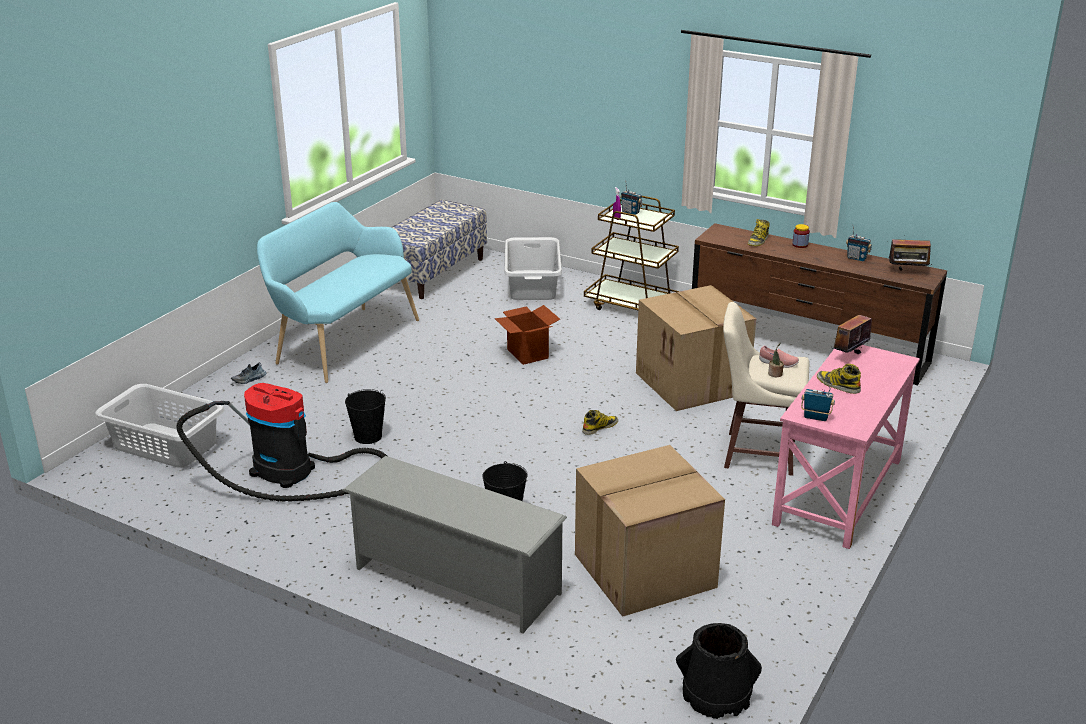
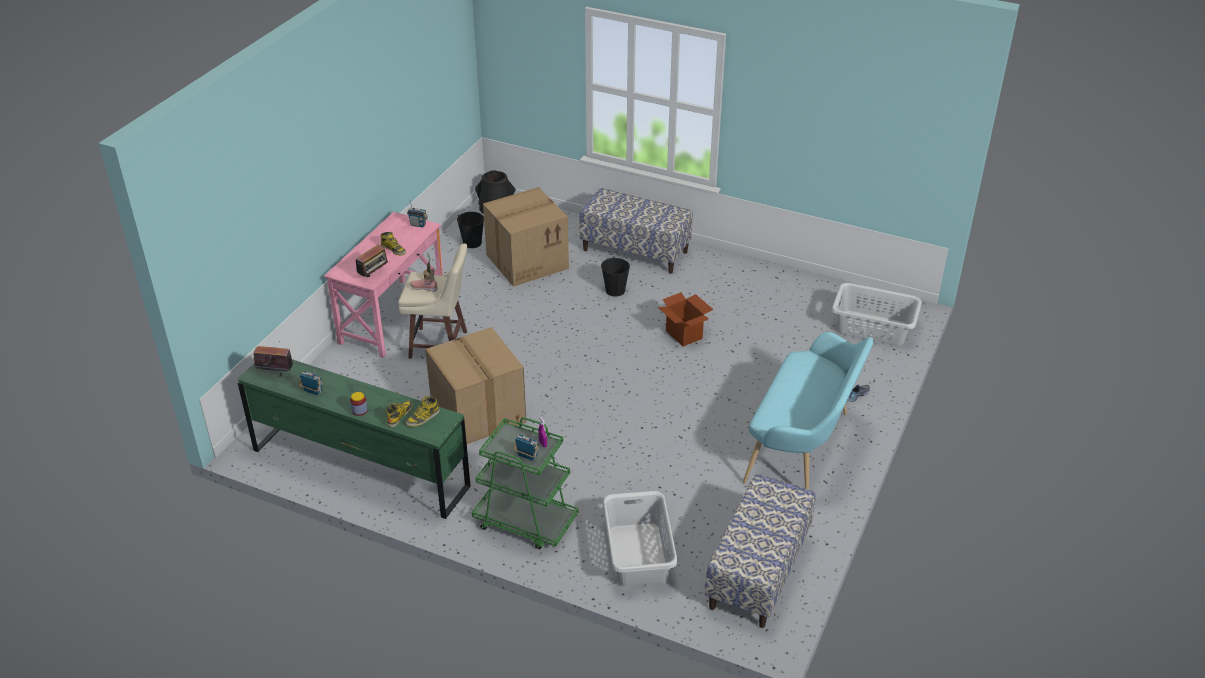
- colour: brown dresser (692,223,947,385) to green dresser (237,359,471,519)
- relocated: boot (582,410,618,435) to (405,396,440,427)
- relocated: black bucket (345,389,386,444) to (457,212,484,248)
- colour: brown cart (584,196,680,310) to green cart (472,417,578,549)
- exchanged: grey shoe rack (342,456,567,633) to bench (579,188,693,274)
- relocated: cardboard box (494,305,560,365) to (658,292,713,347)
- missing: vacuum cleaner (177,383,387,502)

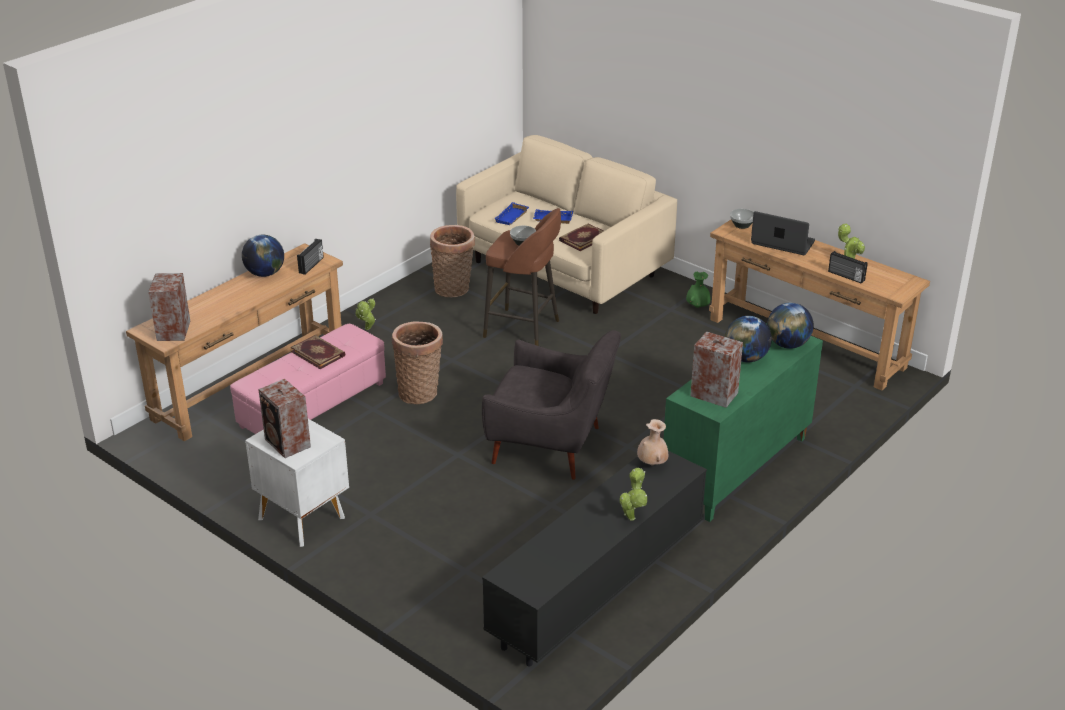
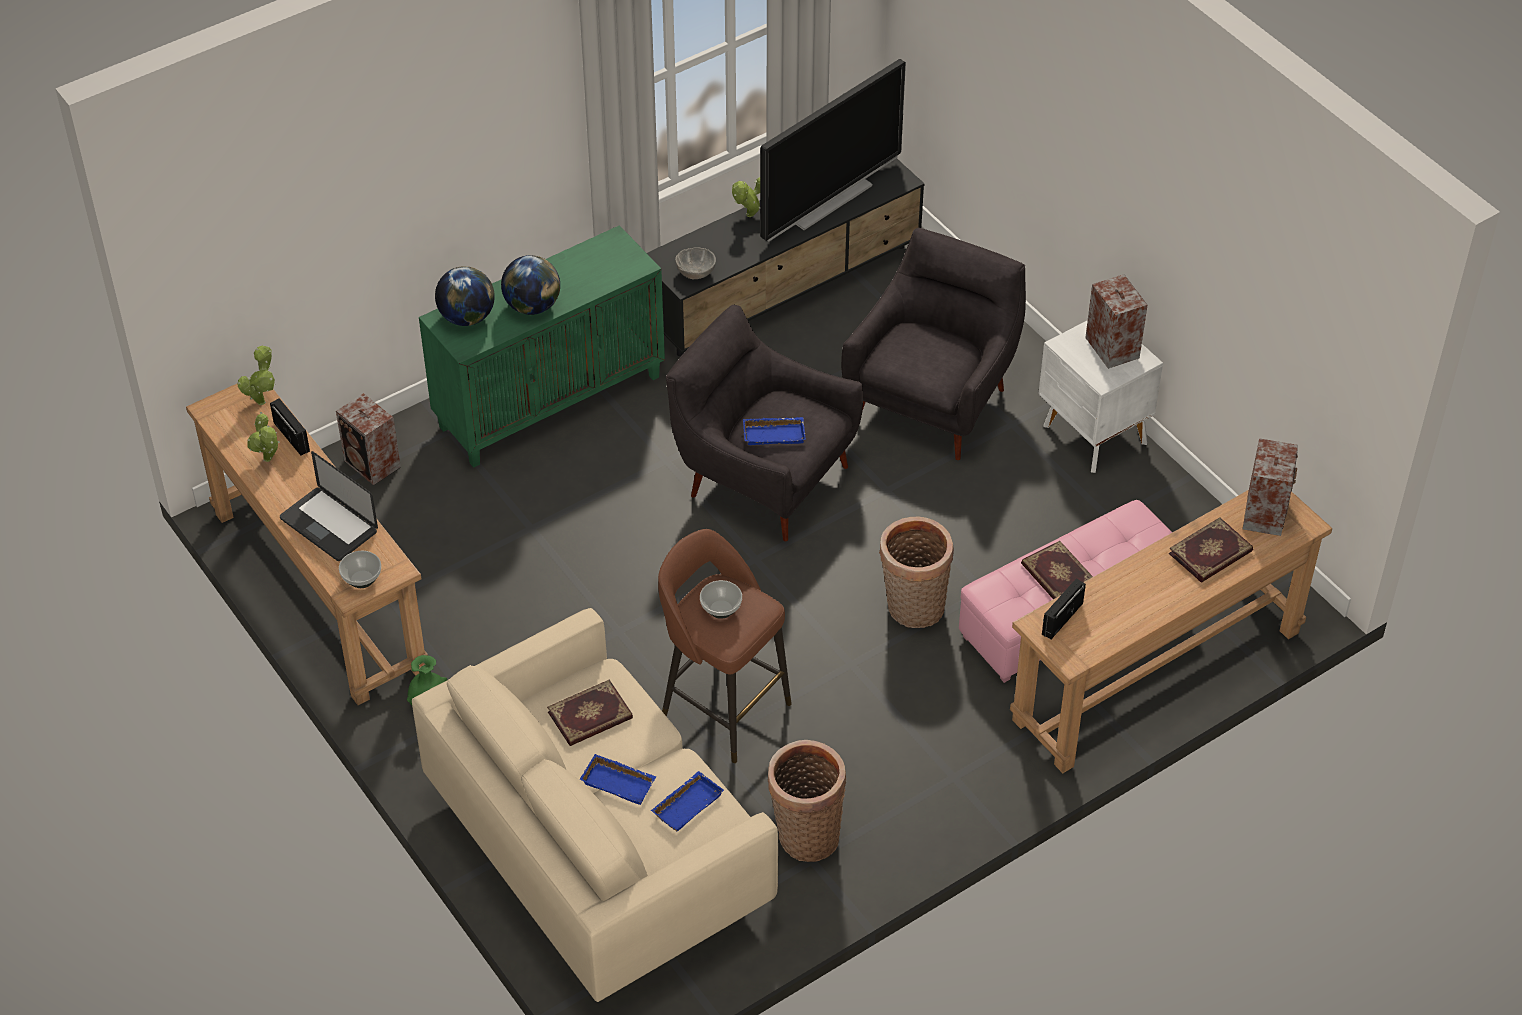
- relocated: potted plant (355,298,376,330) to (237,346,275,405)
- relocated: speaker (690,332,743,408) to (336,393,401,485)
- exchanged: beige vase (637,419,669,465) to grey bowl (675,247,716,279)
- appeared: blue tray (743,417,806,445)
- appeared: television (760,59,906,242)
- appeared: grey armchair (841,228,1026,460)
- appeared: book (1169,517,1253,583)
- missing: globe (242,235,284,277)

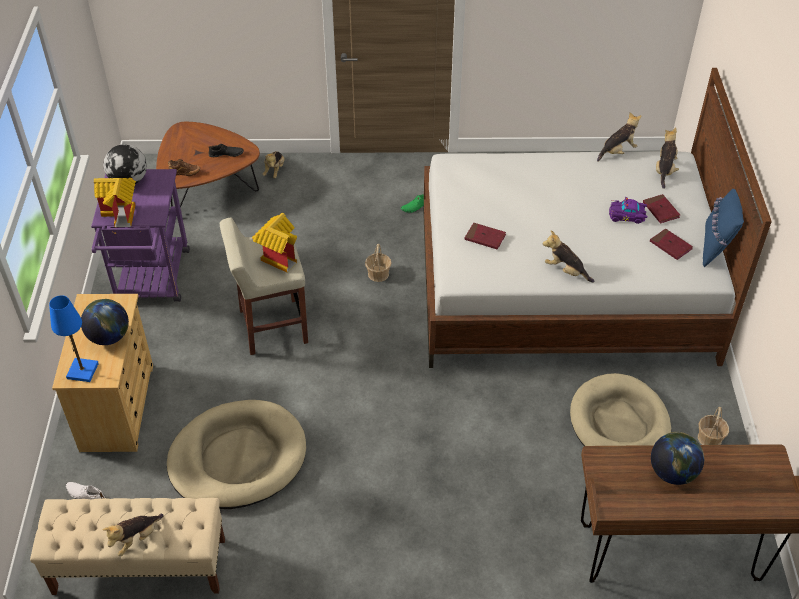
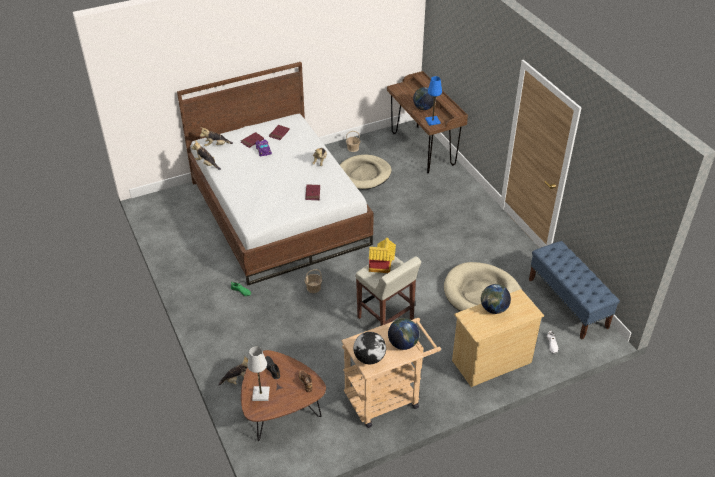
- appeared: white table lamp (248,347,270,401)
- colour: purple cart (91,169,190,302) to beige cart (341,318,441,428)
- exchanged: toy house (94,178,136,227) to globe (388,318,419,350)
- relocated: blue table lamp (49,295,99,382) to (425,76,442,126)
- colour: beige bench (30,498,225,595) to blue bench (529,241,620,340)
- missing: plush toy (103,514,164,556)
- missing: blue pillow (703,189,744,267)

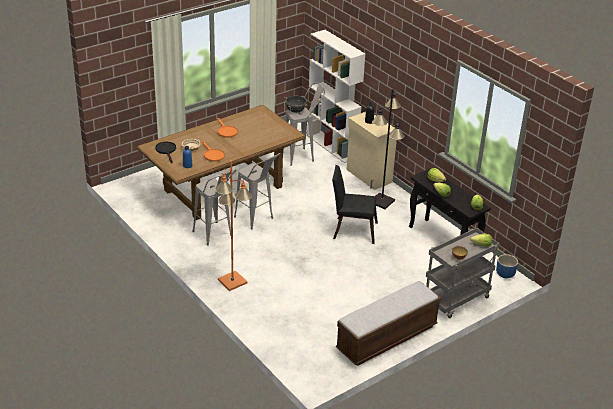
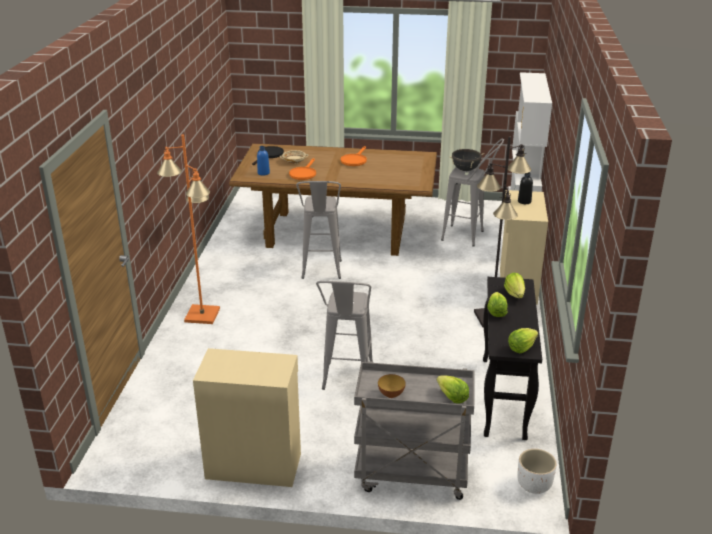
- exchanged: bench (336,281,441,366) to beige cabinet (193,348,301,487)
- relocated: grey stool (192,169,236,245) to (316,281,373,390)
- colour: blue planter (496,254,518,278) to white planter (517,449,557,494)
- missing: black chair (332,165,378,244)

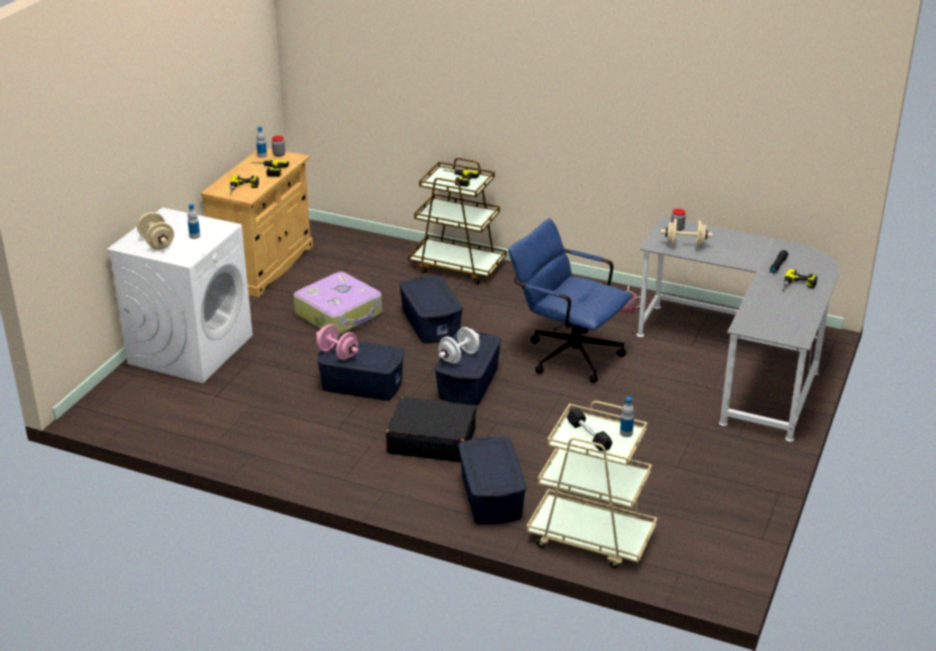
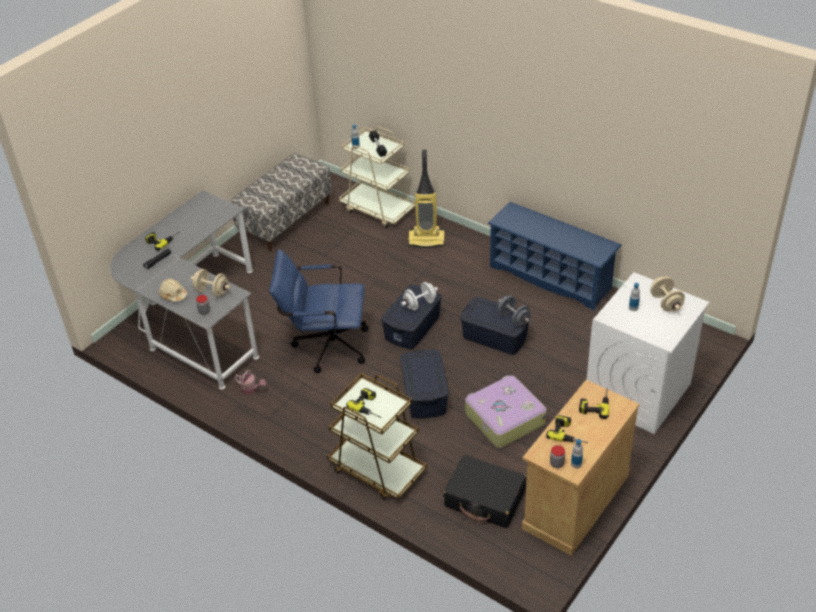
- appeared: beige hard hat (159,279,187,302)
- appeared: bench (230,153,332,251)
- spun: blue office chair (508,218,632,383) = (269,249,368,373) 135 degrees clockwise
- exchanged: blue storage box (458,437,527,524) to vacuum cleaner (408,150,445,248)
- relocated: black suitcase (386,397,476,462) to (443,455,526,528)
- appeared: blue shoe rack (487,202,622,311)
- colour: pink dumbbell (316,324,359,360) to grey dumbbell (498,295,530,326)

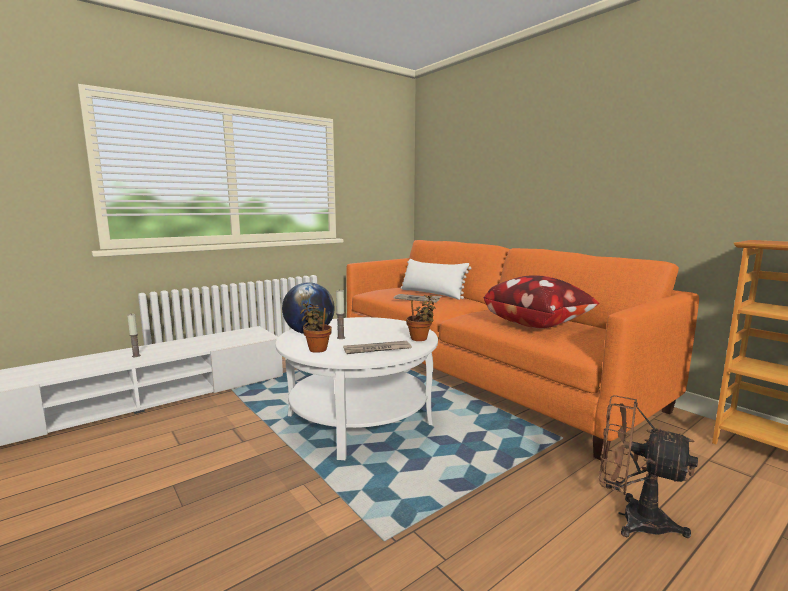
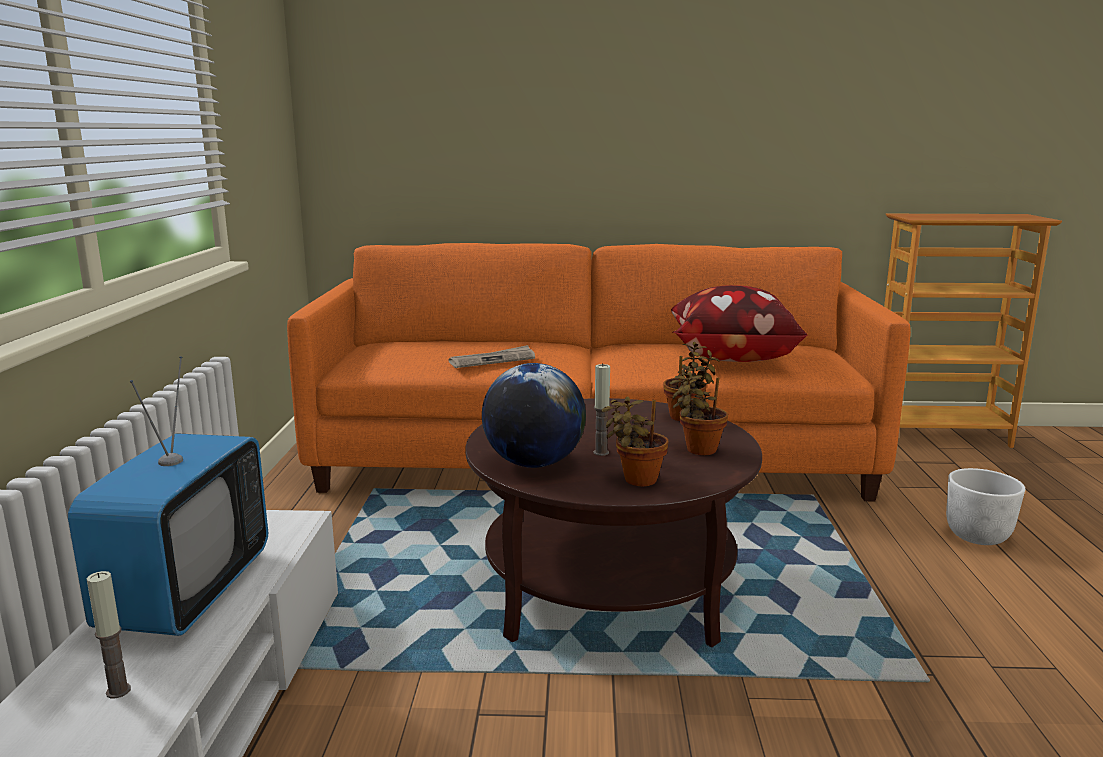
- appeared: television (68,356,268,636)
- colour: white coffee table (275,317,438,460) to brown coffee table (465,398,762,647)
- exchanged: newspaper (343,341,412,354) to potted plant (669,371,728,455)
- exchanged: brown fan (599,395,698,538) to white planter (946,468,1025,545)
- missing: white pillow (401,259,471,300)

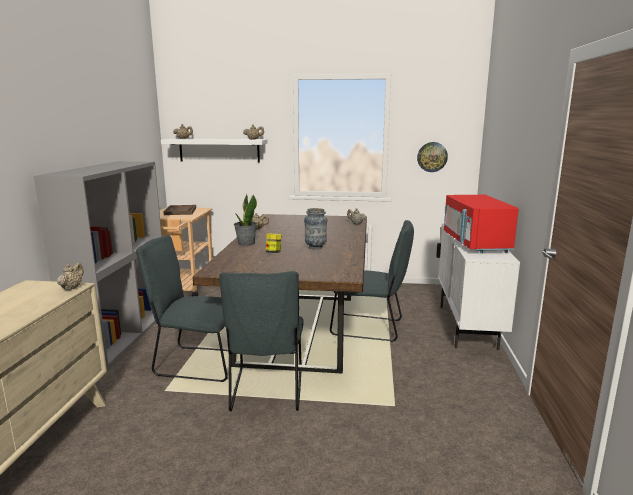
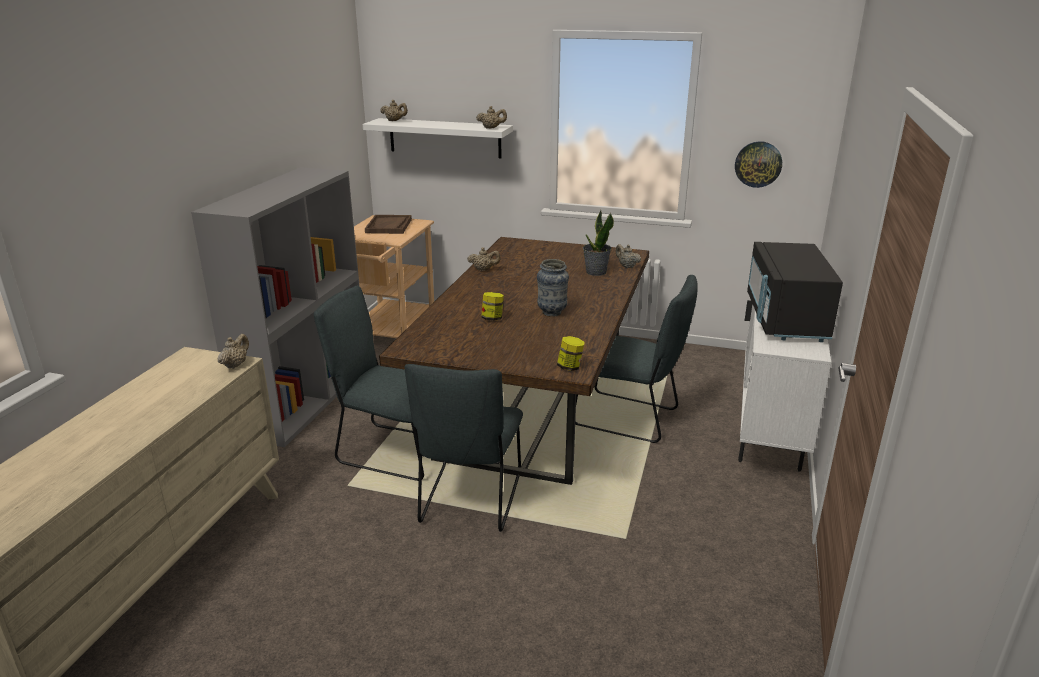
- appeared: jar (557,336,585,371)
- relocated: potted plant (234,194,257,246) to (583,210,614,276)
- colour: red microwave (444,195,519,253) to black microwave (747,242,843,342)

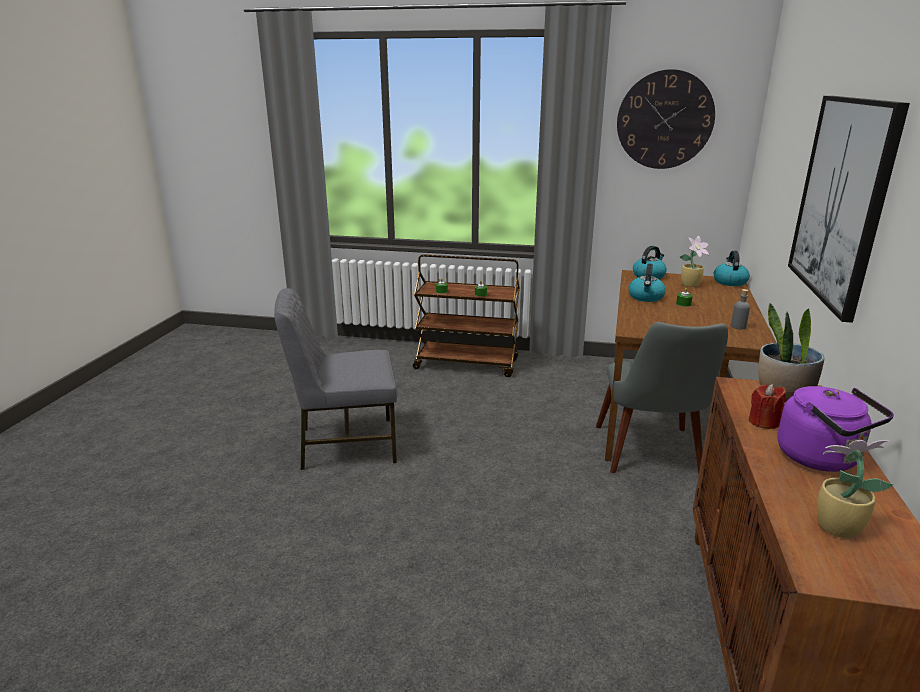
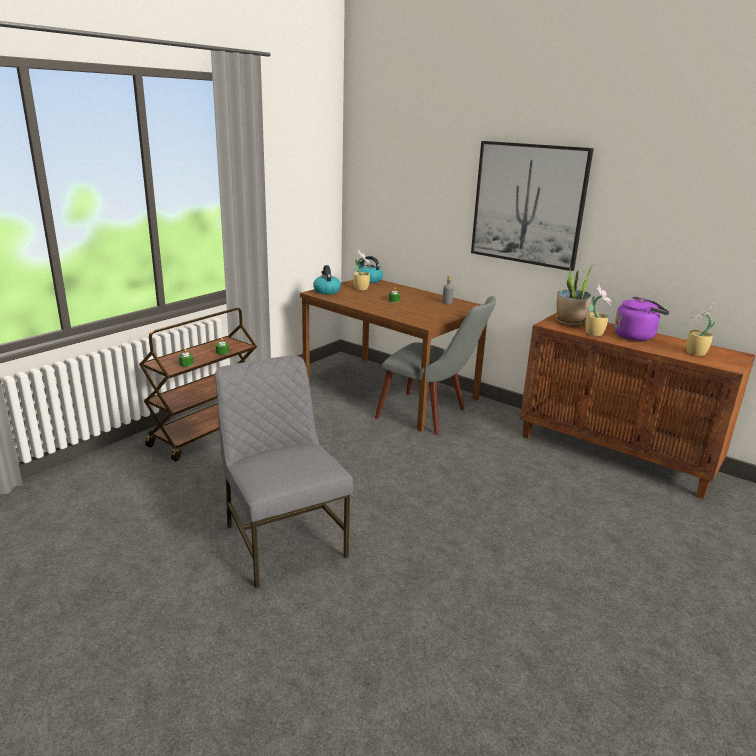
- spun: grey chair (274,288,398,470) = (215,355,353,588) 135 degrees clockwise
- exchanged: red candle (749,384,786,429) to potted plant (585,284,612,336)
- missing: wall clock (617,69,715,169)
- missing: kettle (628,264,666,302)

